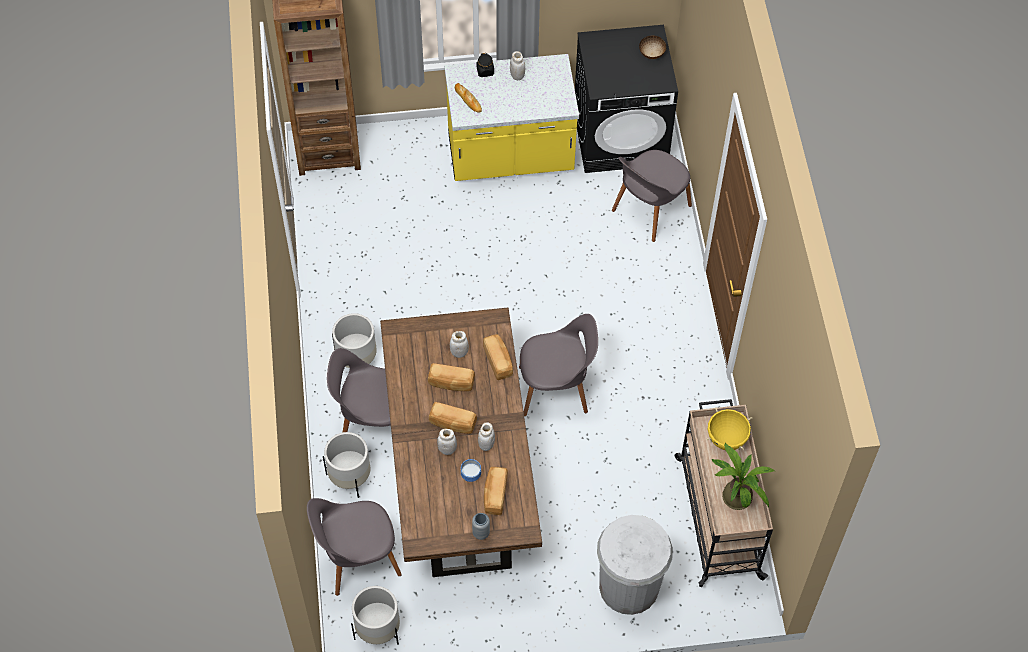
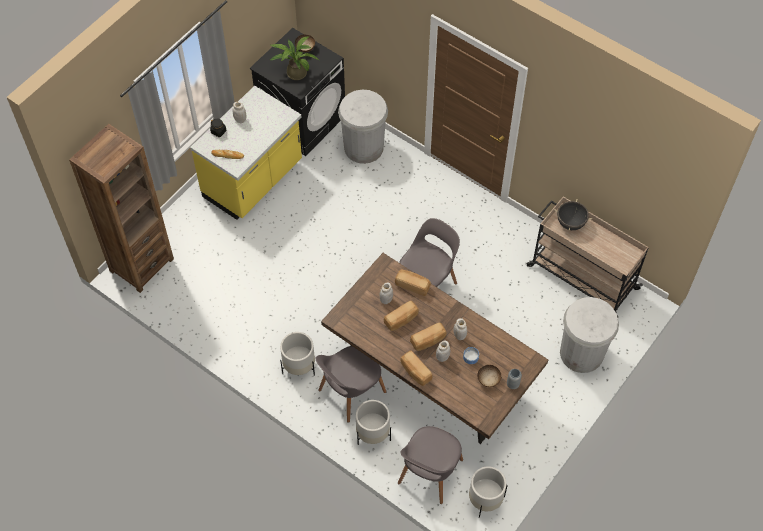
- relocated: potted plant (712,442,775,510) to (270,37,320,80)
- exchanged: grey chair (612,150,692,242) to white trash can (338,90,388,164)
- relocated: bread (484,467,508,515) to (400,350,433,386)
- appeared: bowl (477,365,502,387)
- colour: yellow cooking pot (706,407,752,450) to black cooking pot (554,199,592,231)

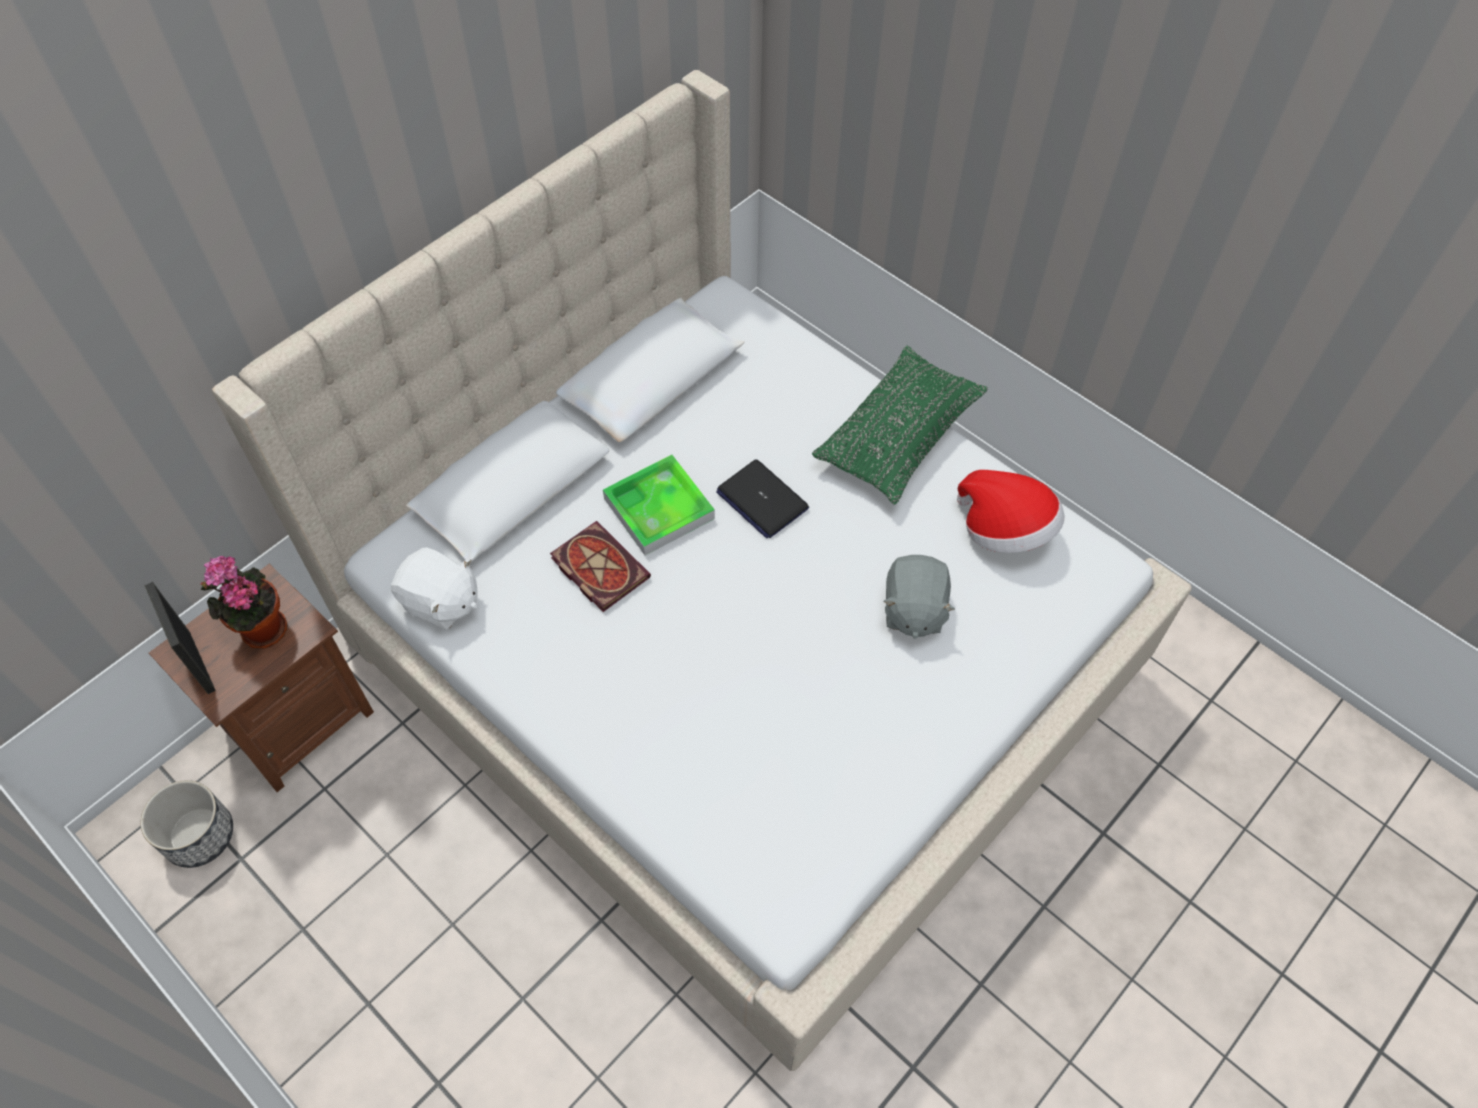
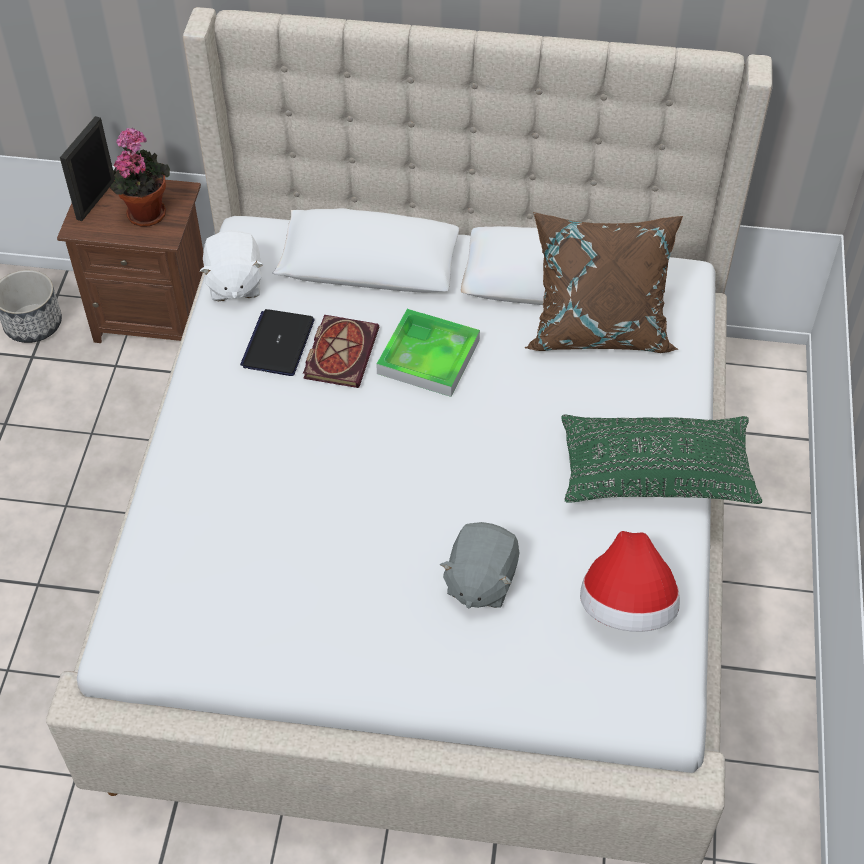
- relocated: laptop (716,459,809,538) to (240,309,315,376)
- spun: grey plush toy (883,555,955,639) = (440,522,520,609) 45 degrees counterclockwise
- appeared: brown pillow (525,212,683,353)

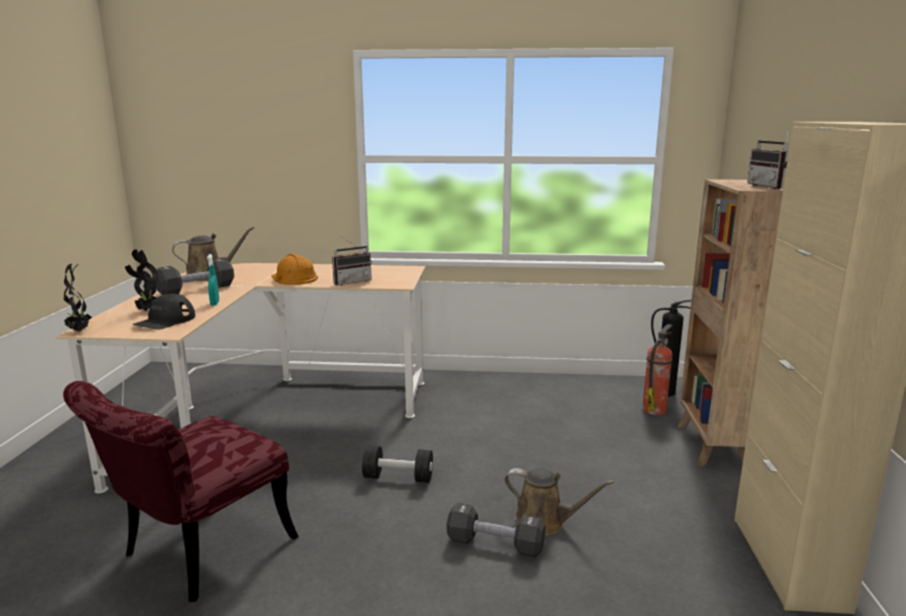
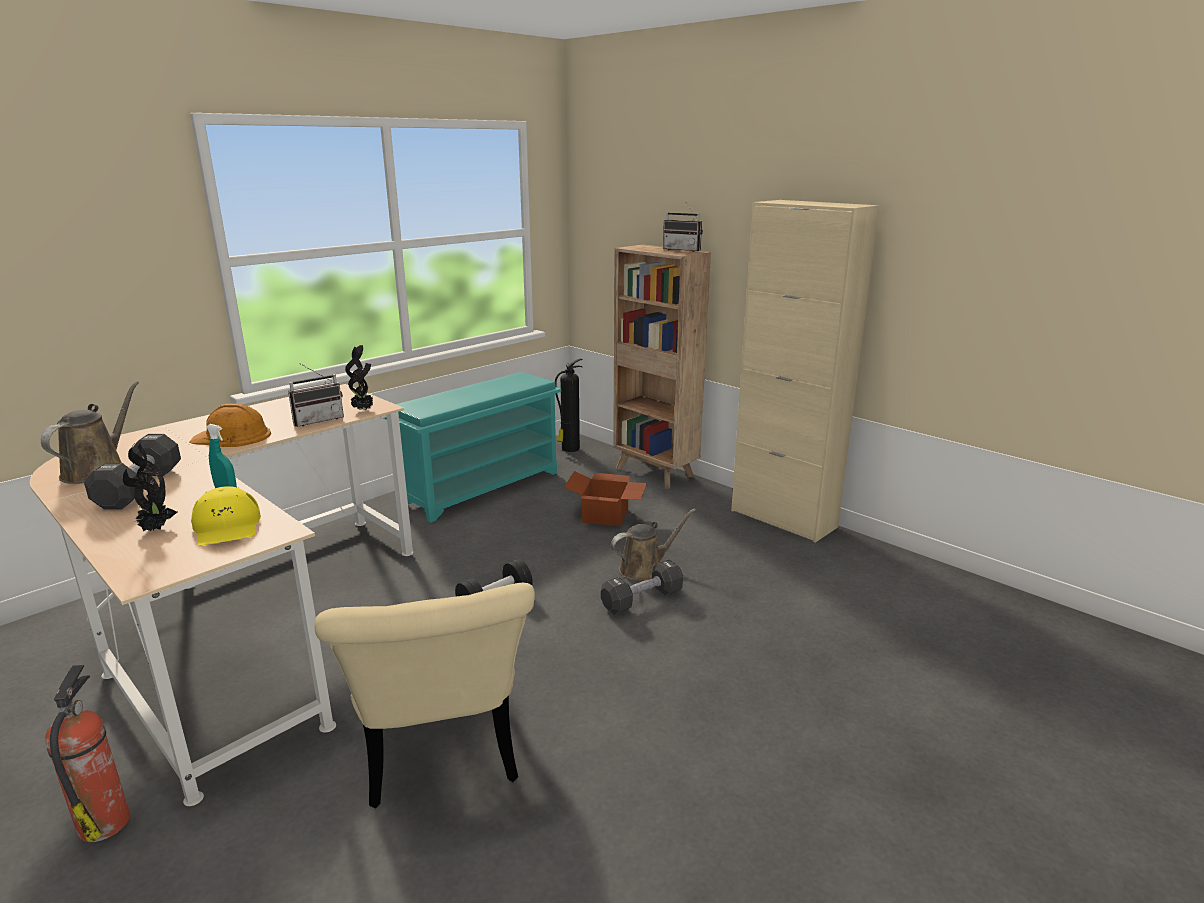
- relocated: fire extinguisher (642,324,673,415) to (45,665,130,842)
- colour: black cap (132,294,195,329) to yellow cap (191,486,261,546)
- spun: radio (332,237,372,286) = (288,363,344,427) 45 degrees clockwise
- colour: red chair (63,381,299,602) to beige chair (314,583,535,808)
- relocated: potted plant (64,264,92,332) to (345,345,373,410)
- appeared: turquoise shoe rack (384,372,561,523)
- appeared: cardboard box (564,471,647,526)

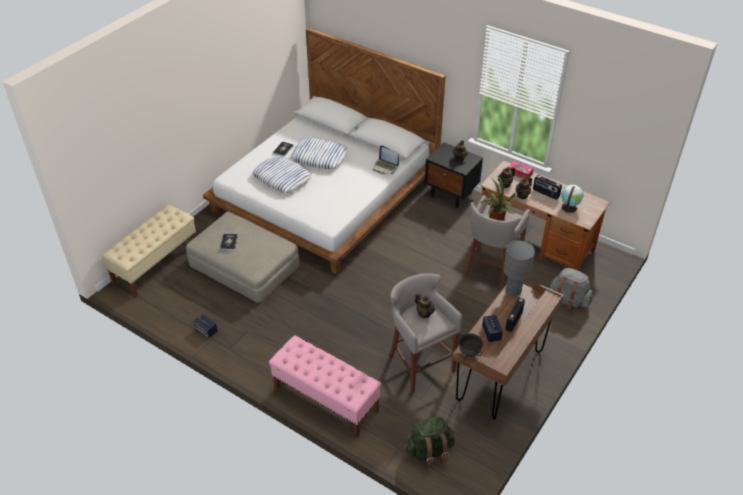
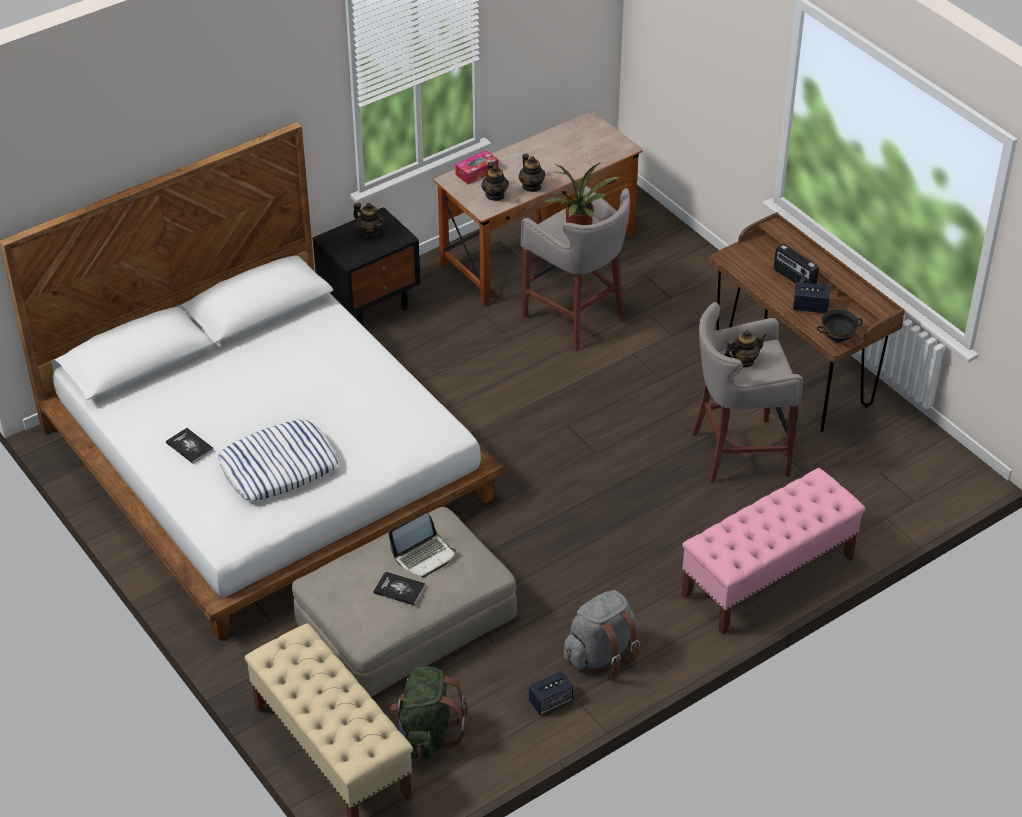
- relocated: laptop (373,145,399,174) to (389,513,456,578)
- relocated: green backpack (405,417,455,468) to (390,666,467,759)
- relocated: grey backpack (550,268,592,312) to (564,590,640,678)
- missing: pillow (291,138,348,169)
- missing: grey table lamp (504,240,535,296)
- missing: radio (533,175,562,200)
- missing: globe (561,184,584,213)

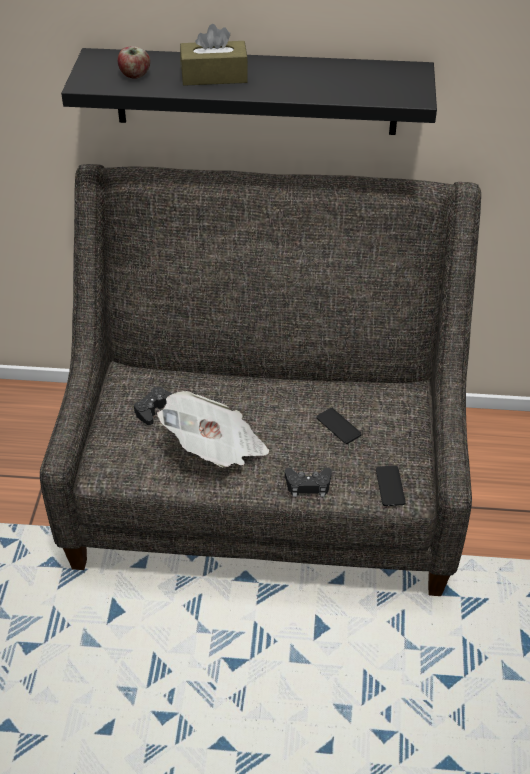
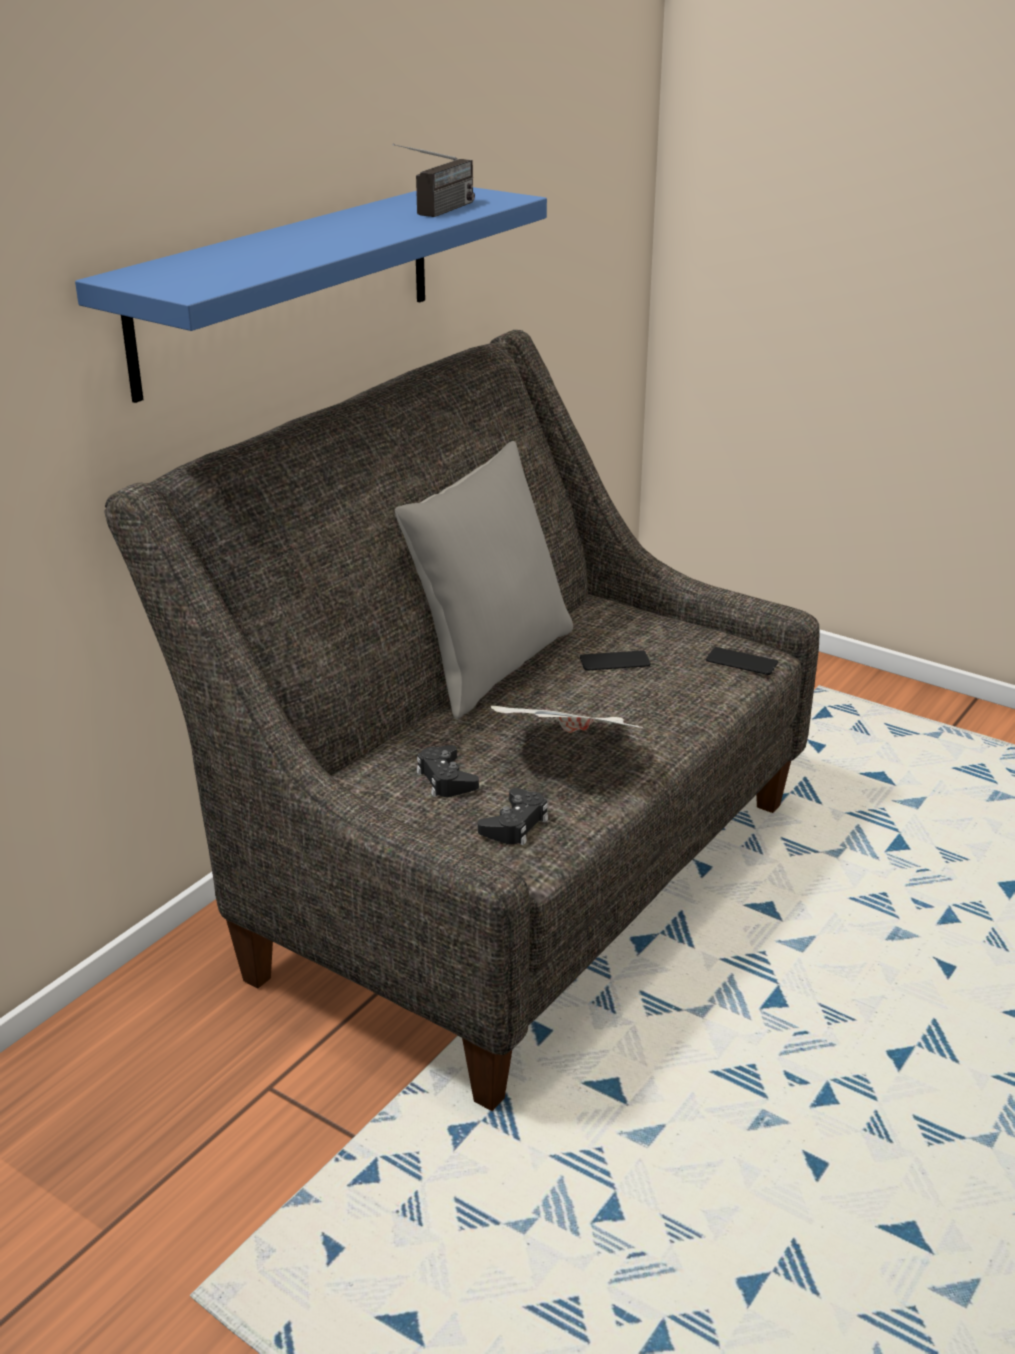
- colour: black shelf (61,48,437,135) to blue shelf (75,187,547,403)
- appeared: radio (393,143,475,217)
- appeared: grey pillow (395,441,573,719)
- relocated: black game controller (285,468,332,497) to (478,788,548,845)
- missing: apple (118,46,150,79)
- missing: brown tissue box (180,24,248,86)

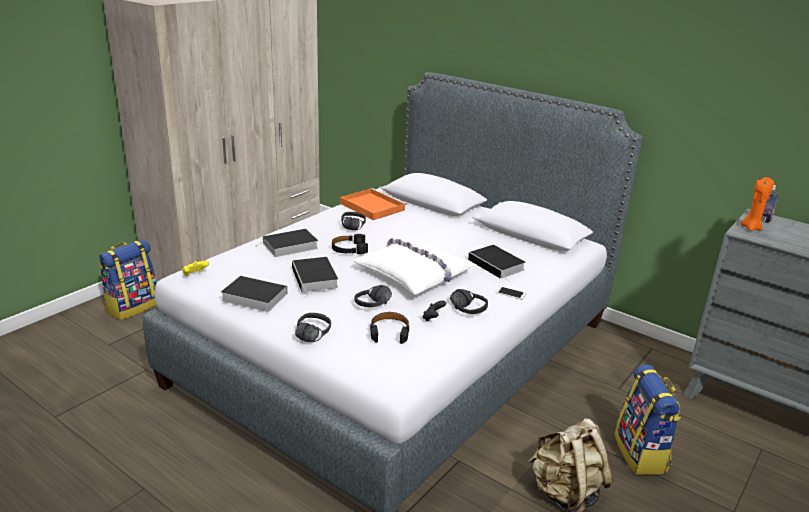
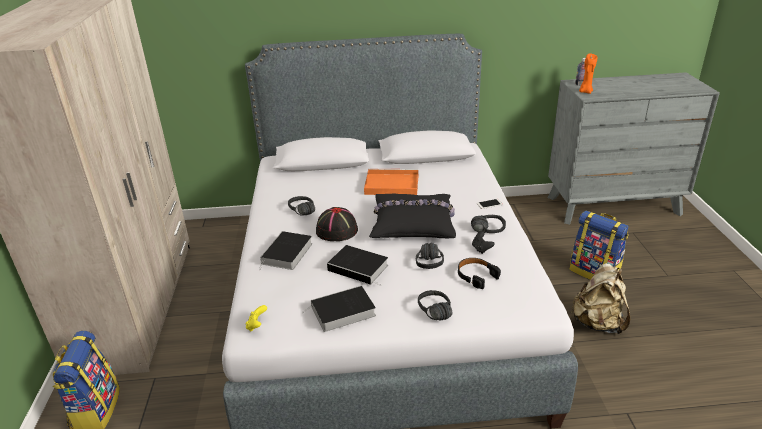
- exchanged: black headphones (332,234,368,254) to black hat (316,207,358,241)
- relocated: orange tray (340,188,406,220) to (364,169,419,195)
- colour: white pillow (353,236,476,295) to black pillow (369,194,456,238)
- missing: book (468,245,526,282)

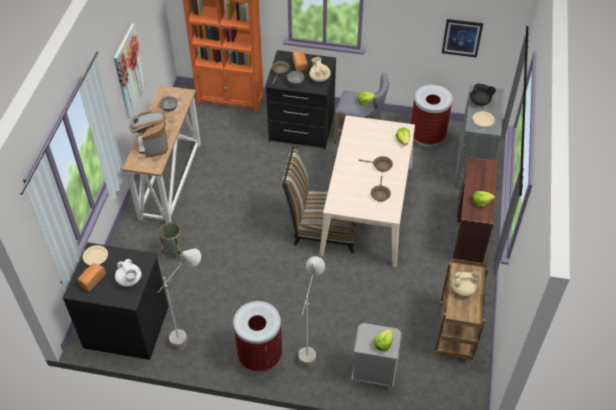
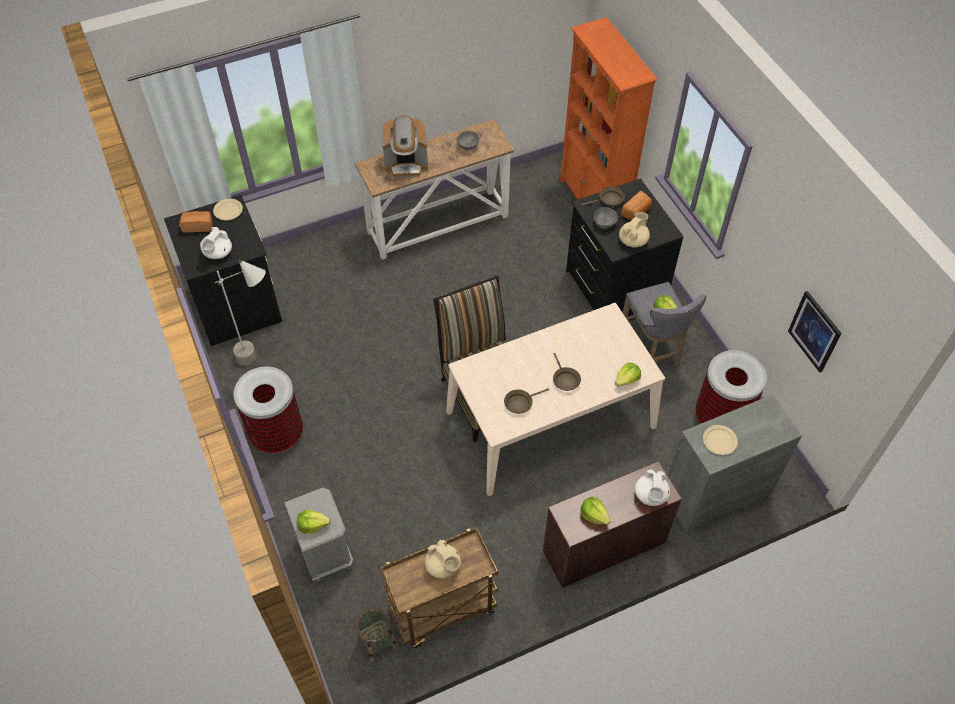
- relocated: basket (159,222,185,260) to (357,608,397,662)
- spun: coffee machine (129,108,168,157) = (382,116,428,177) 135 degrees counterclockwise
- appeared: white teapot (635,469,670,506)
- missing: picture (114,24,146,119)
- missing: grey floor lamp (298,256,325,368)
- missing: black teapot (470,83,496,106)

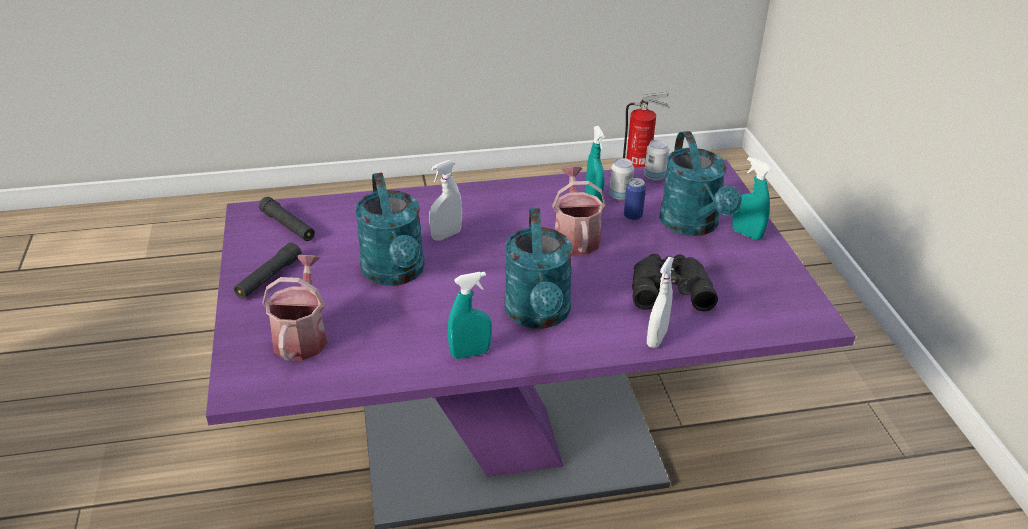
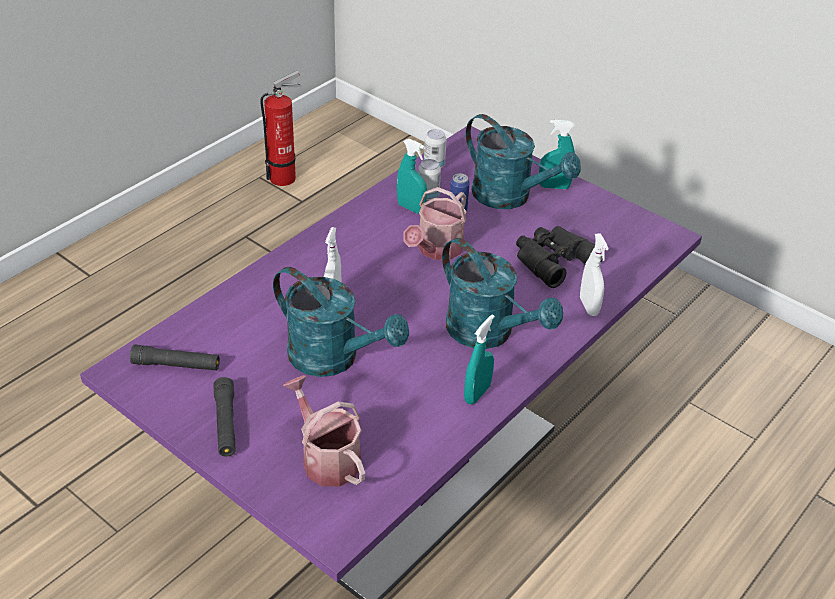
- spun: watering can (552,166,606,255) = (403,187,466,260) 105 degrees counterclockwise

